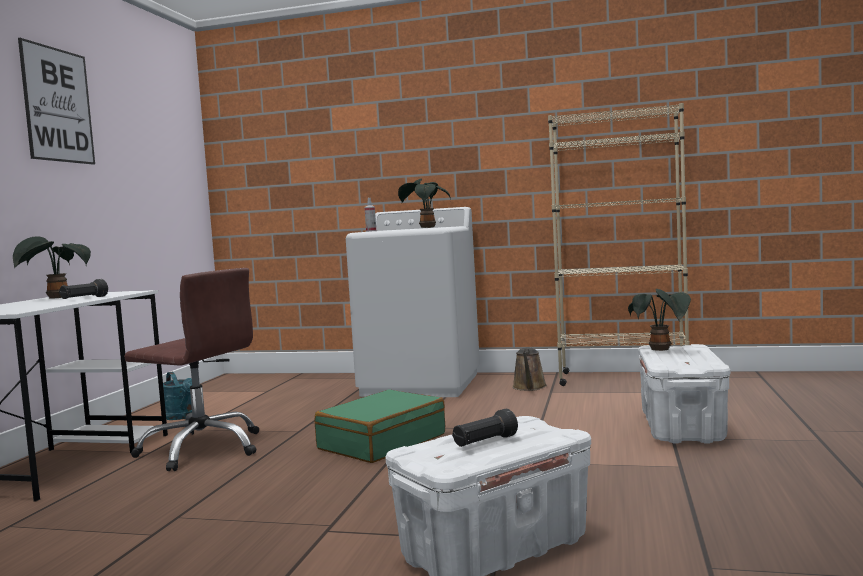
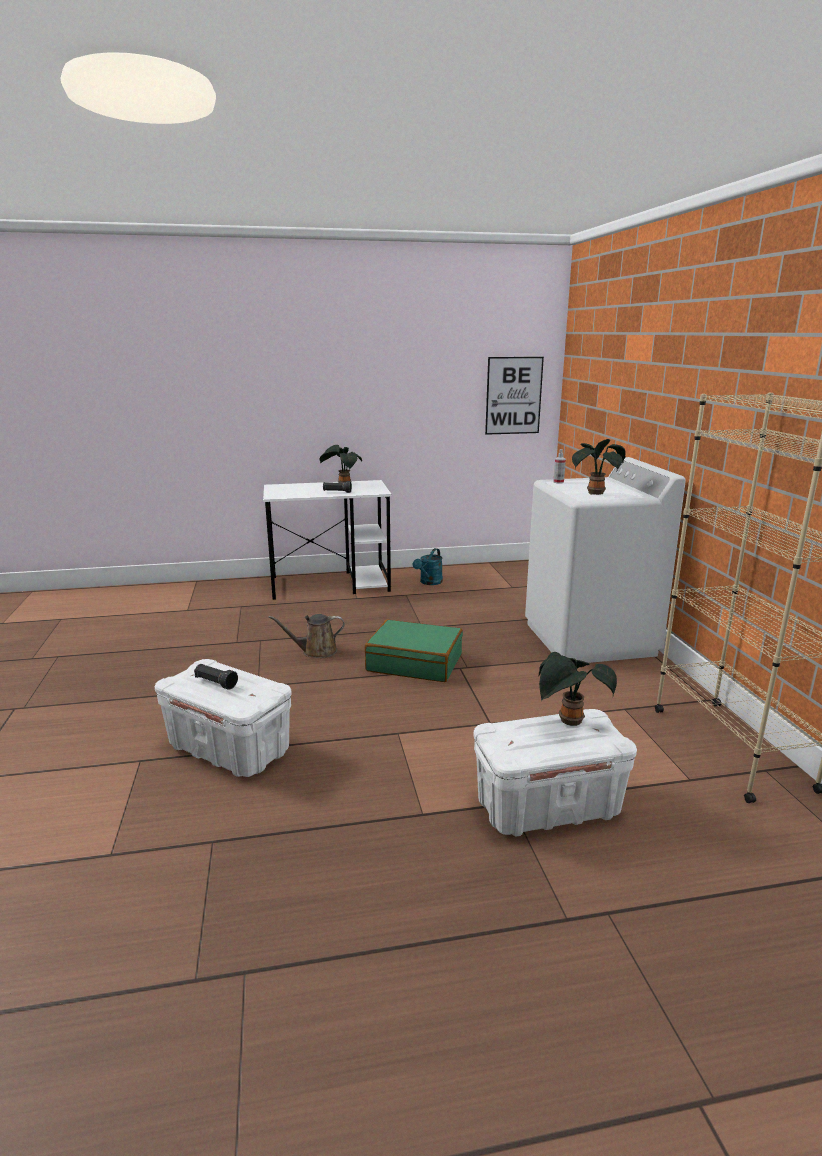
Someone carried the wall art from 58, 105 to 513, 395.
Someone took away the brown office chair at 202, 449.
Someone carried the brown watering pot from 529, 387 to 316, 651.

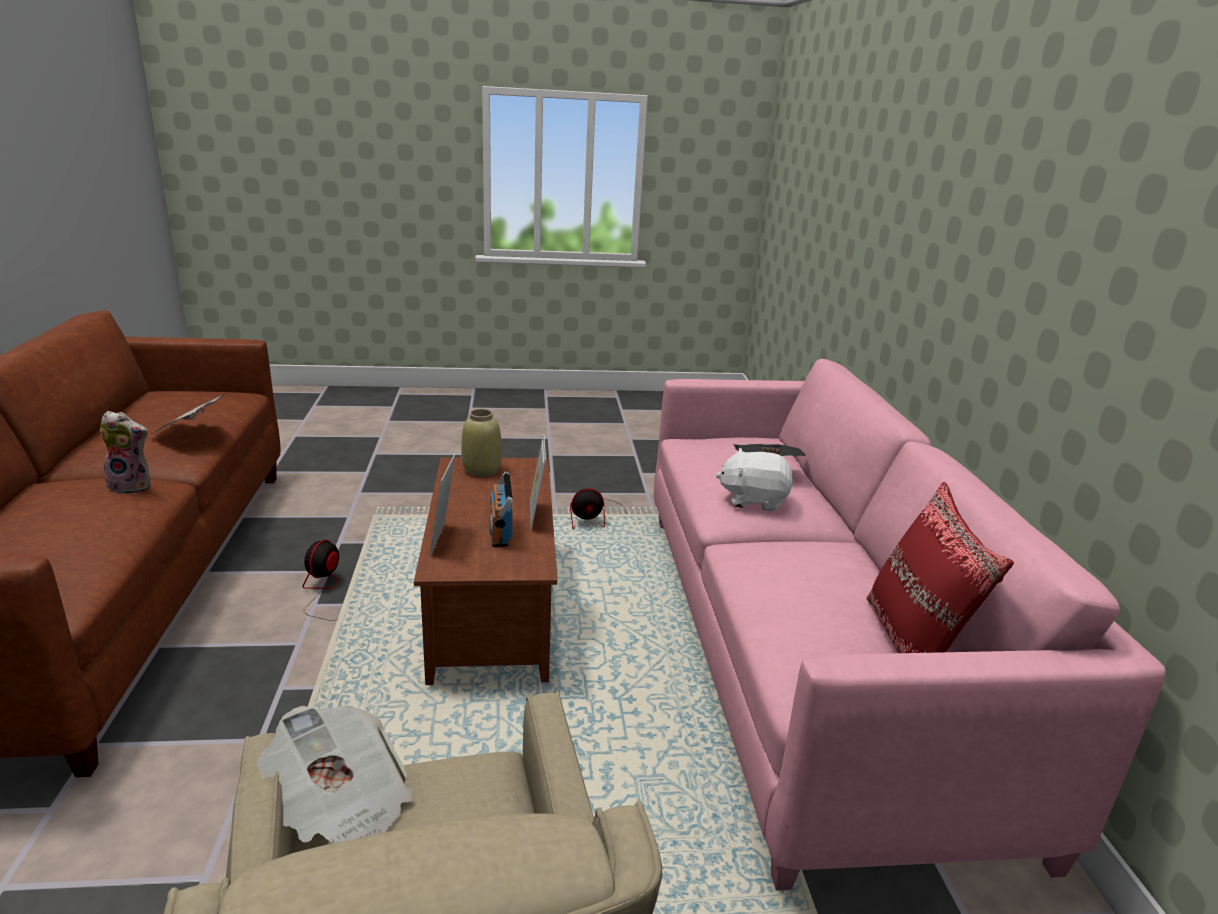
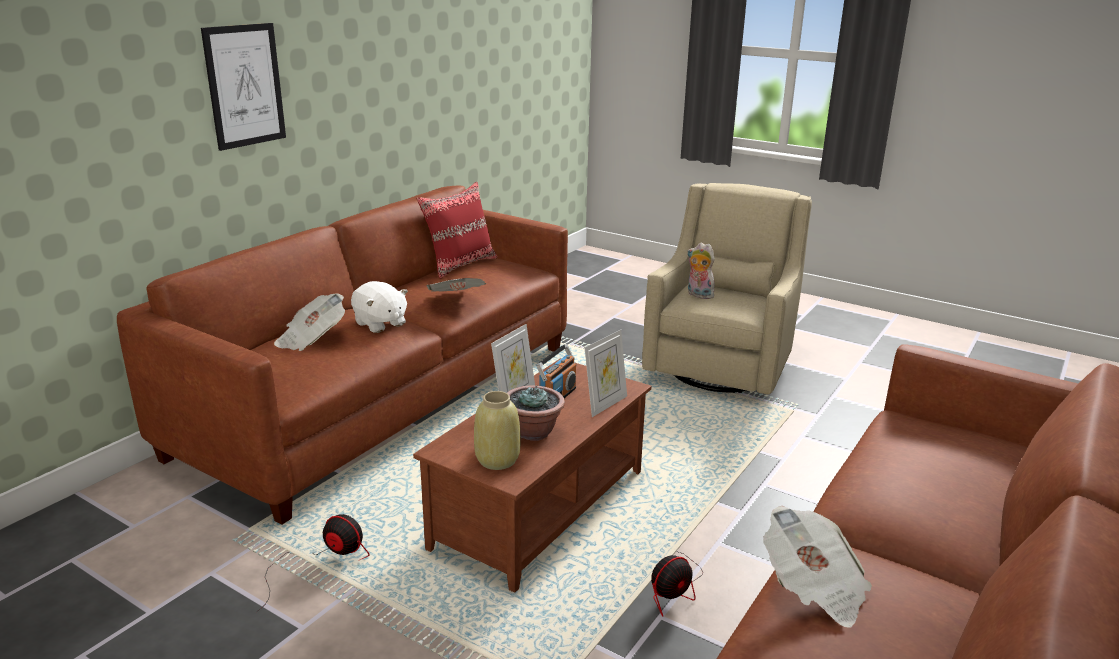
Someone carried the plush toy from 133, 486 to 698, 295.
Someone carried the printed paper from 341, 808 to 456, 301.
Someone repainted the pink-coloured sofa at 805, 651, which became the brown sofa at 384, 398.
Someone put up the wall art at 245, 86.
Someone put down the plant in a pot at 533, 432.

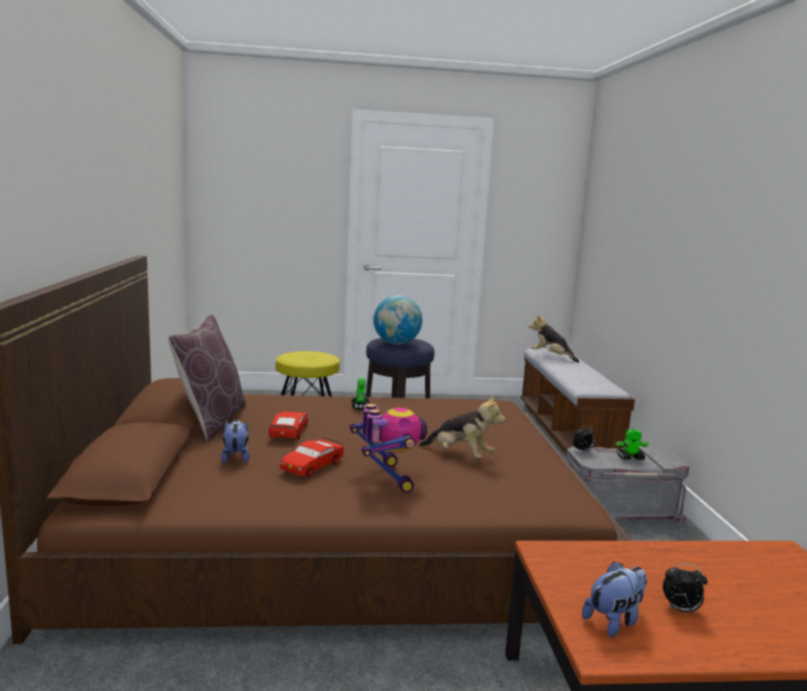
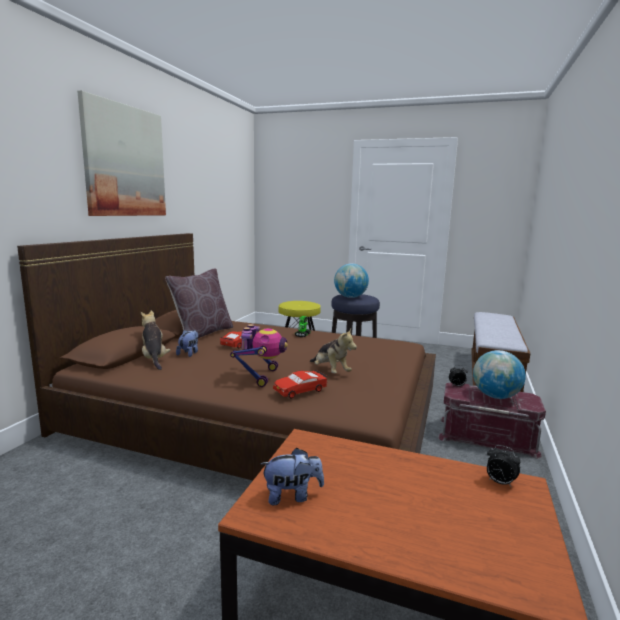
Someone carried the reddish miniature car from 312, 465 to 300, 390.
Someone carried the plush toy from 551, 357 to 154, 359.
Someone repainted the gray storage container at 619, 506, which became the reddish storage container at 487, 436.
Someone swapped the robot figure at 630, 457 for the globe at 495, 396.
Someone carried the table clock from 680, 610 to 499, 482.
Someone put up the wall art at 125, 161.

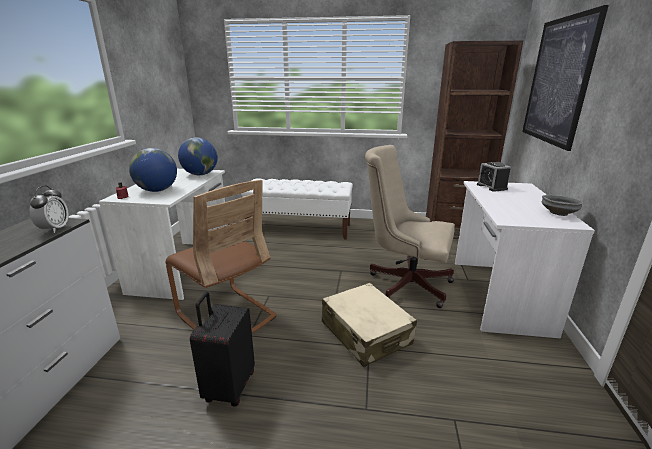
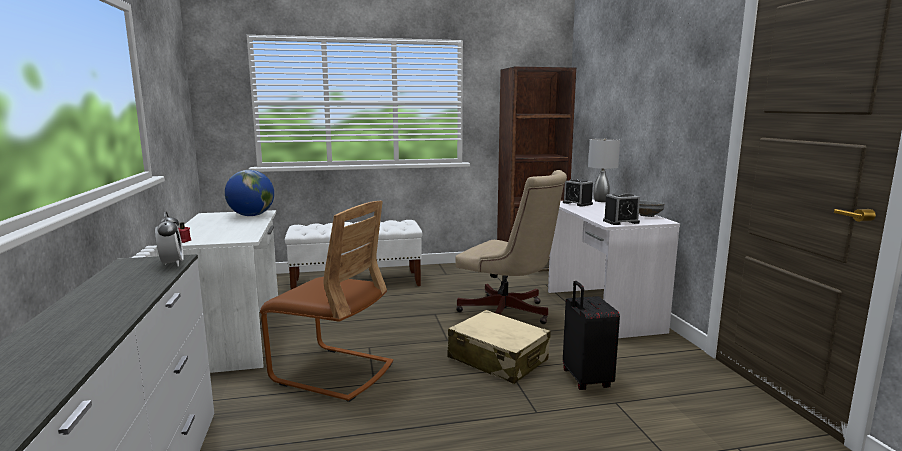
Someone took away the globe at 157, 190.
Someone carried the black-coloured piece of luggage from 228, 387 to 585, 380.
Someone rotated the beige-coloured office chair at 404, 283 by 150 degrees counterclockwise.
Someone took away the wall art at 558, 81.
Someone put down the gray tabletop lamp at 601, 201.
Someone put down the table clock at 621, 222.

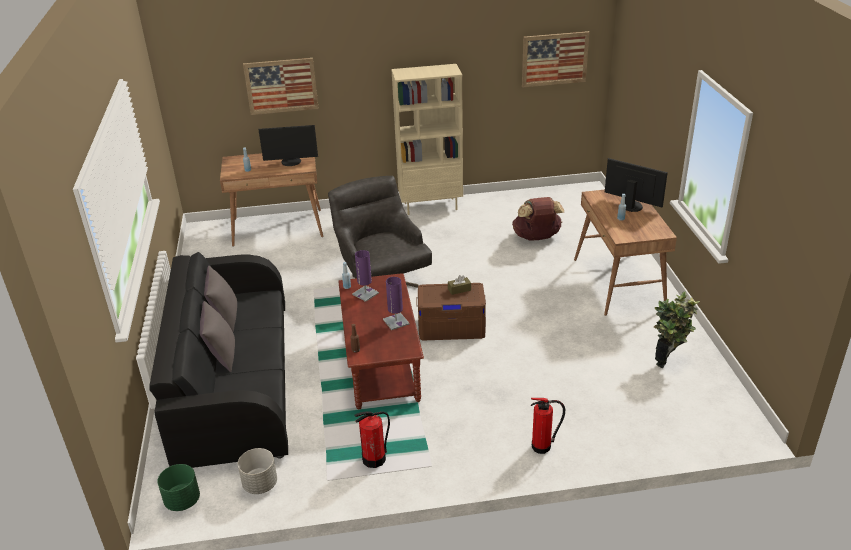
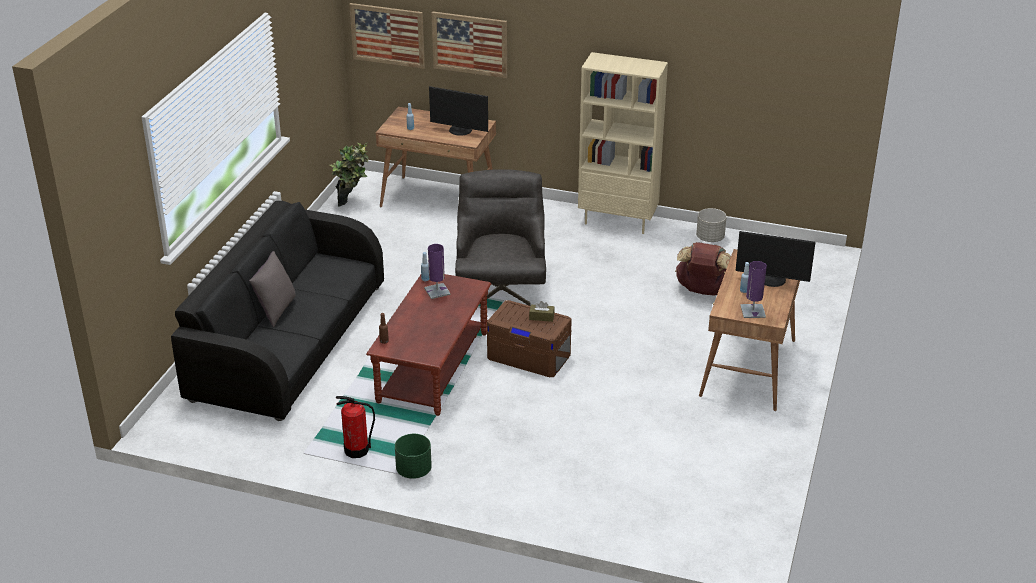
Someone carried the green planter from 182, 500 to 413, 470.
Someone took away the gray pillow at 224, 318.
Someone carried the gray planter from 260, 484 to 709, 238.
Someone carried the purple-coloured tabletop lamp from 396, 322 to 752, 311.
Someone carried the wall art from 554, 59 to 387, 35.
Someone took away the fire extinguisher at 543, 446.
Someone rotated the computer display at 631, 206 by 135 degrees clockwise.
Someone carried the plant in a pot from 668, 359 to 353, 203.

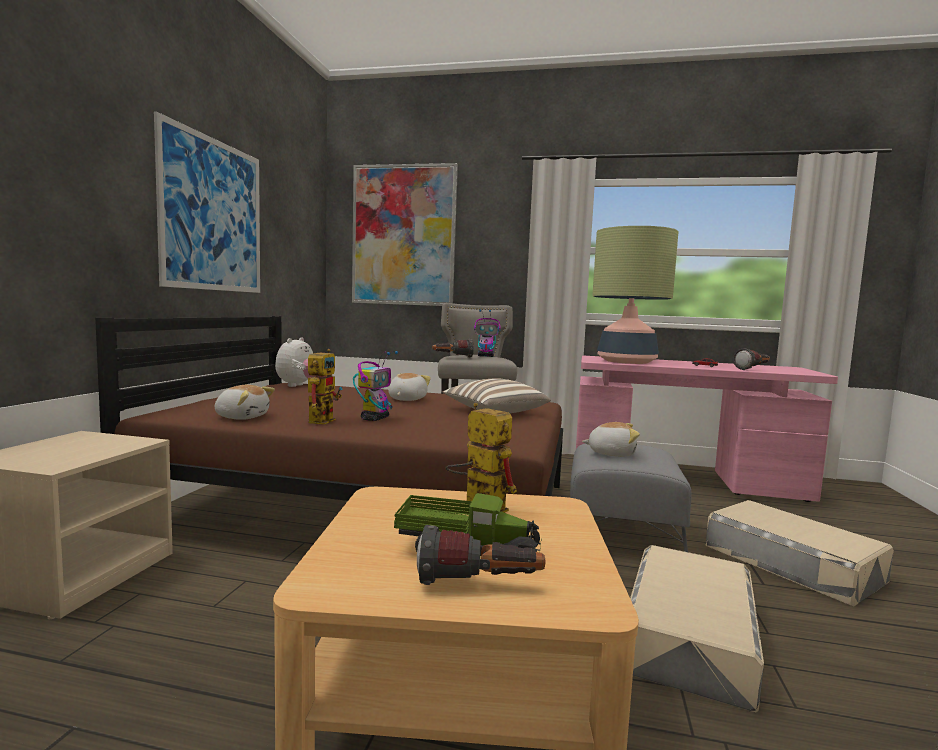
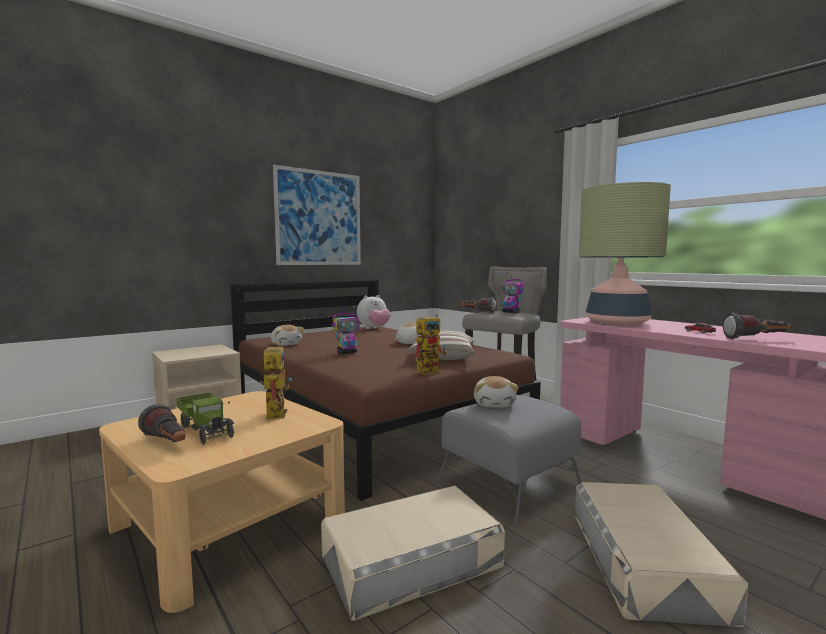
Someone carried the robot figure from 322, 420 to 430, 371.
Someone took away the wall art at 403, 235.
Someone rotated the plush toy at 611, 453 by 45 degrees clockwise.

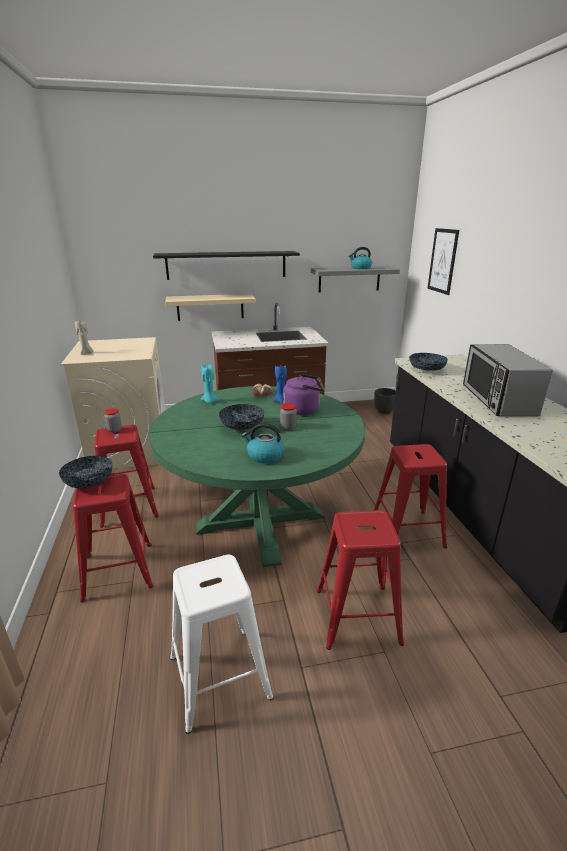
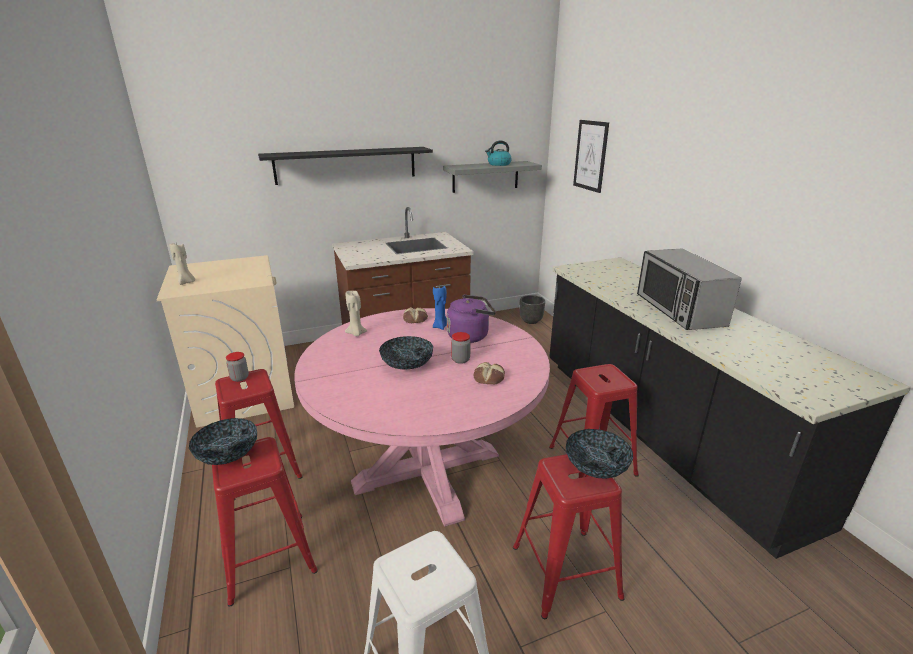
Someone repainted the green dinner table at 260, 521, which became the pink-coloured dinner table at 427, 469.
Someone took away the beige-coloured bracket shelf at 210, 307.
Someone repainted the turquoise-coloured wax candle at 209, 401, which became the beige-coloured wax candle at 356, 334.
Someone took away the water kettle at 264, 456.
Someone carried the serving bowl from 426, 370 to 596, 467.
Someone put down the bread at 489, 377.

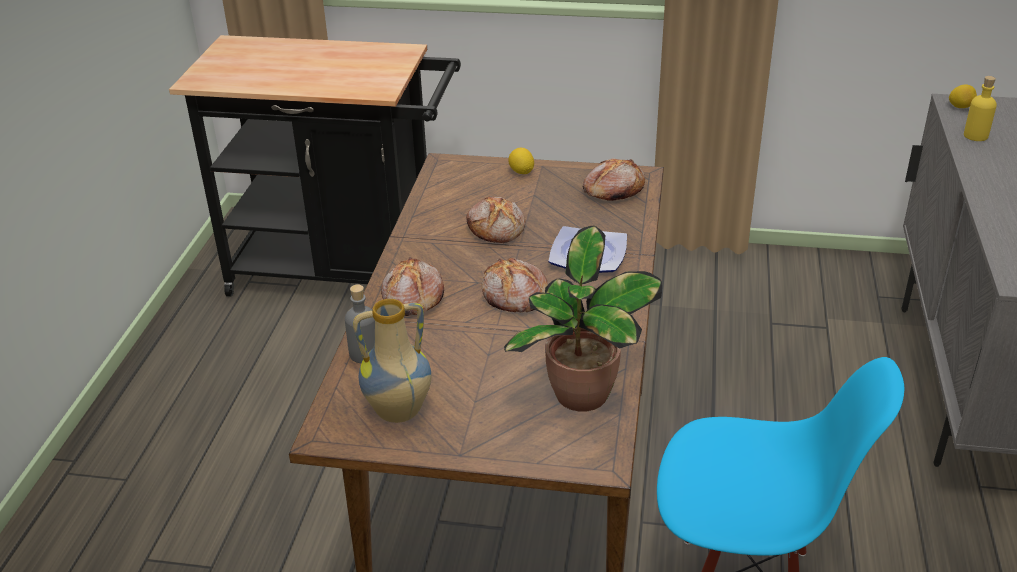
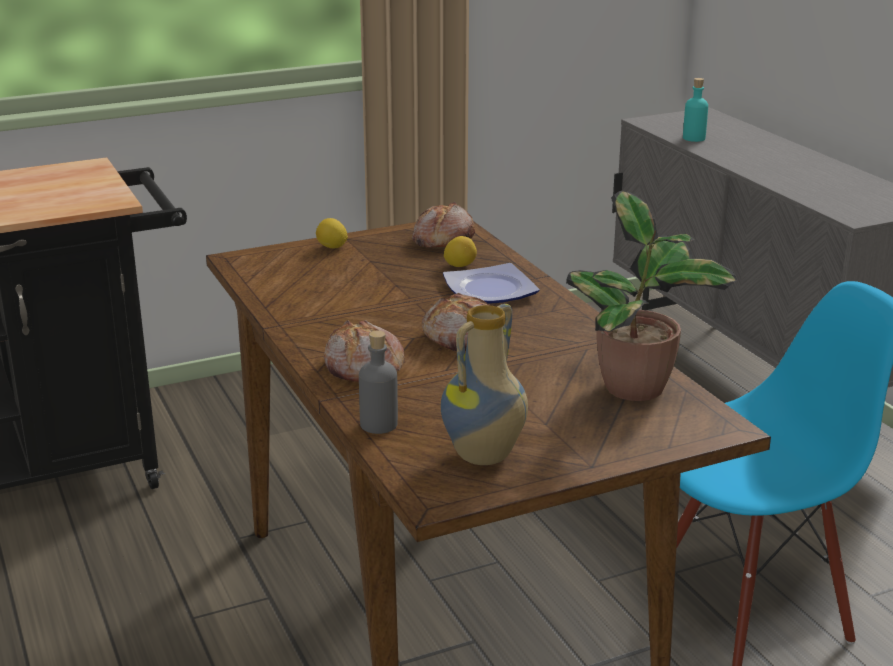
Someone took away the bread at 497, 228.
Someone carried the citrus fruit from 960, 107 to 460, 265.
Someone repainted the yellow-coloured bottle at 975, 136, which became the turquoise-coloured bottle at 694, 138.

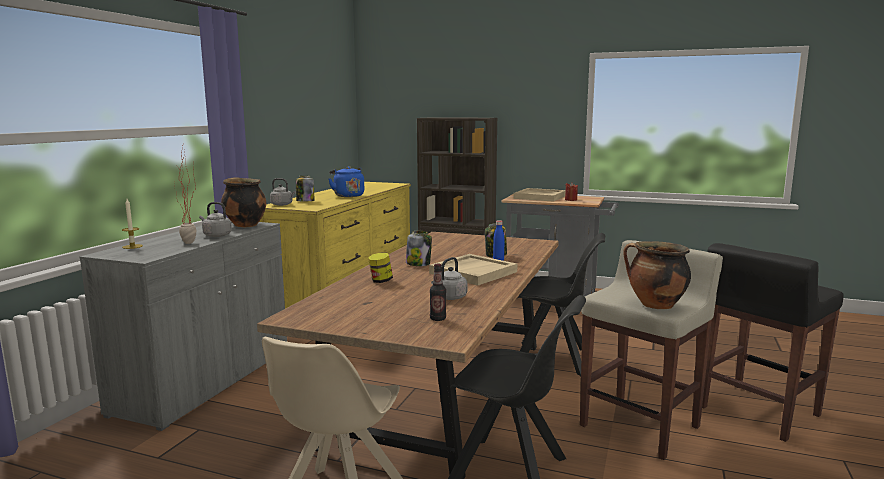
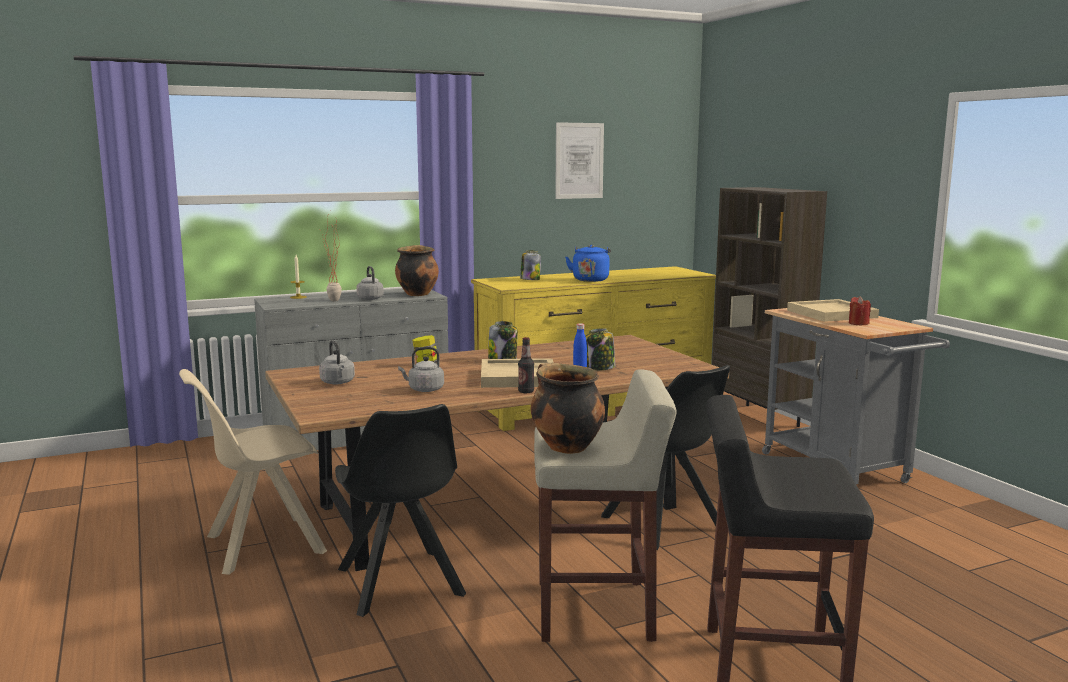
Someone carried the gray water kettle from 283, 204 to 338, 383.
Someone carried the bottle from 438, 319 to 526, 391.
Someone put up the wall art at 579, 160.

